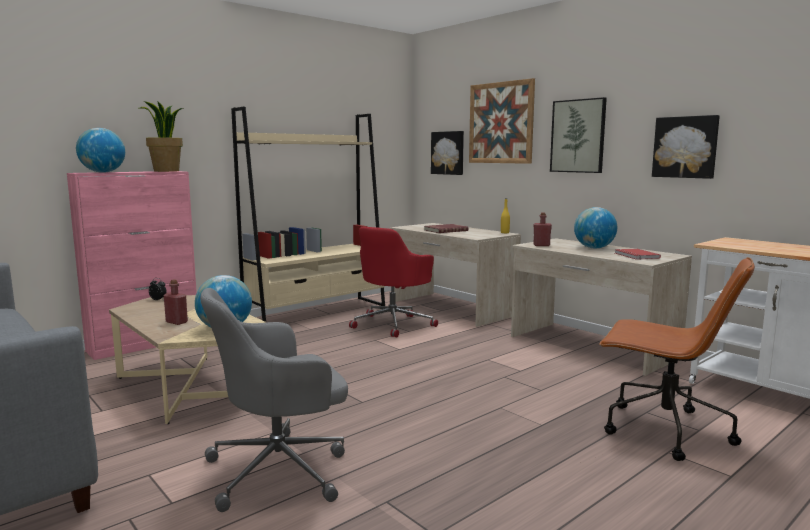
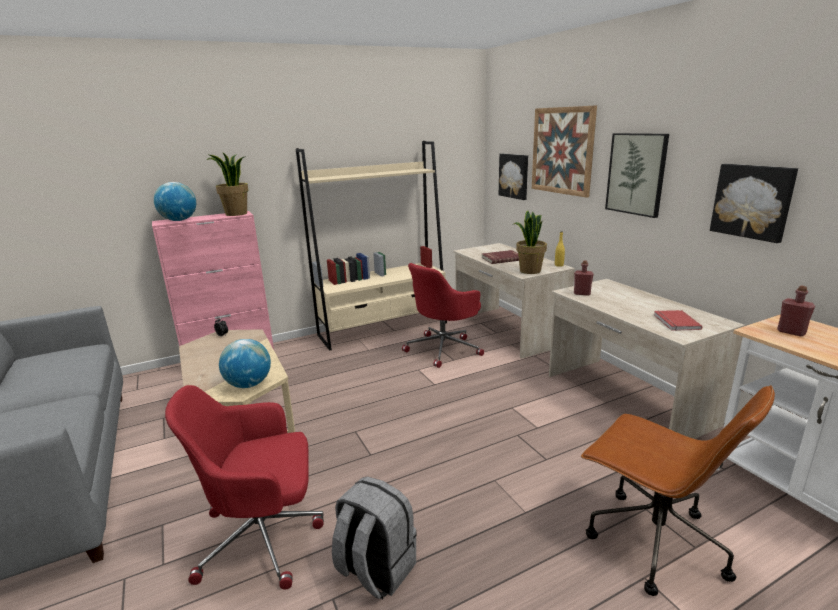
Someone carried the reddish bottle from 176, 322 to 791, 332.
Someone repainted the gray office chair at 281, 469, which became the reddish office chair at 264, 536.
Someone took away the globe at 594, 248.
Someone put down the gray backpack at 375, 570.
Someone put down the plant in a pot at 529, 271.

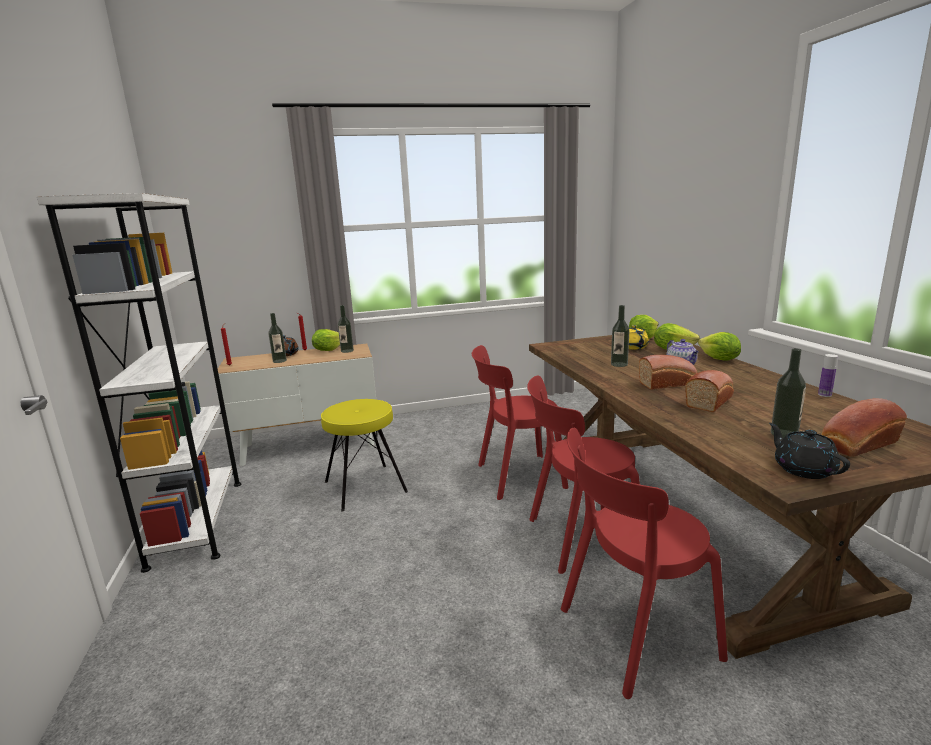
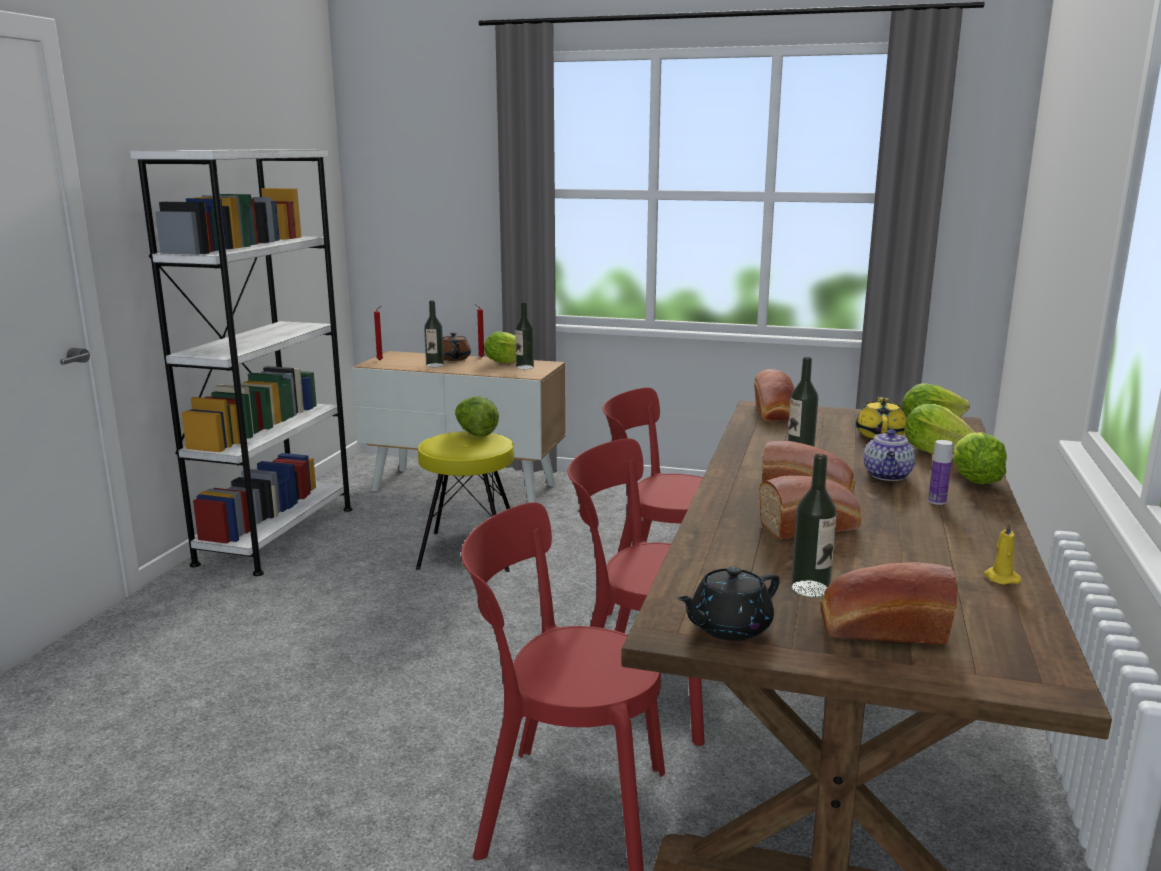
Someone rotated the black-coloured pot for tea at 803, 469 by 135 degrees counterclockwise.
Someone carried the bottle from 824, 395 to 937, 501.
Someone put down the lettuce head at 475, 433.
Someone put down the bread at 774, 413.
Someone put down the yellow-coloured wax candle at 1000, 578.

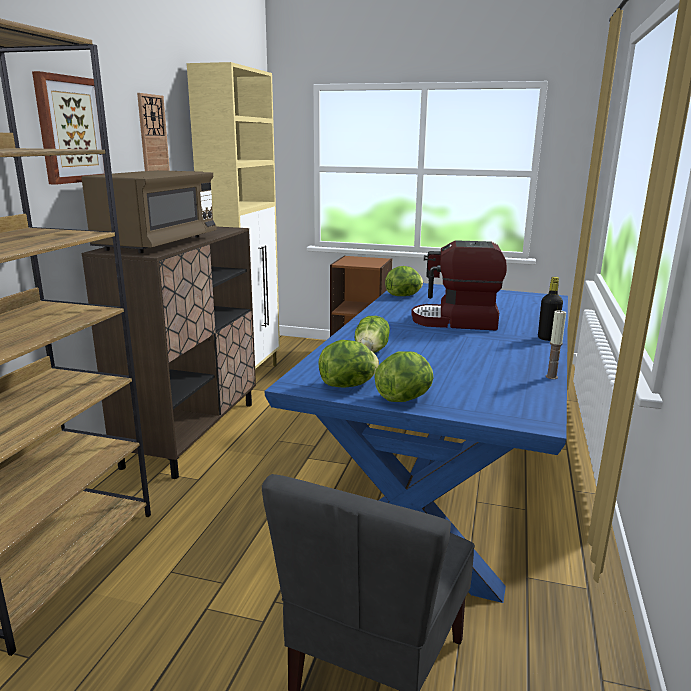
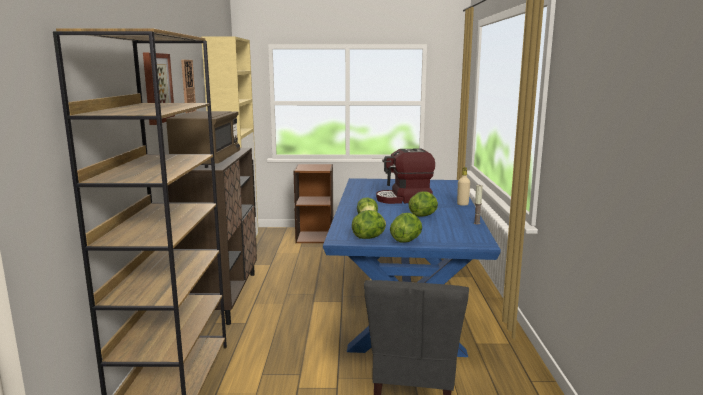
Someone carried the lettuce head from 404, 296 to 423, 215.
Someone repainted the black-coloured bottle at 547, 338, which became the beige-coloured bottle at 462, 204.

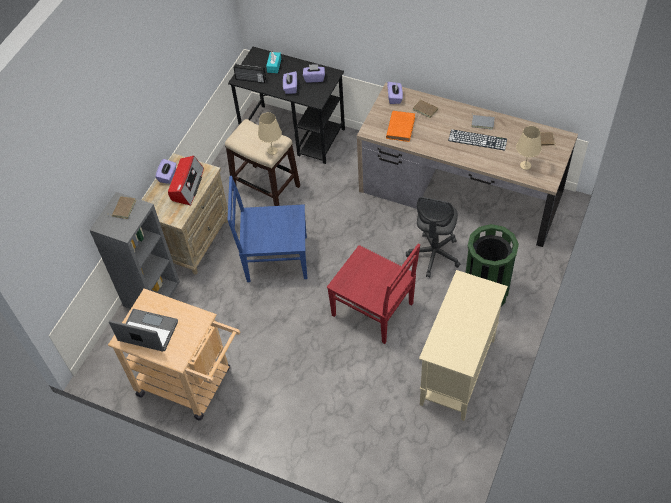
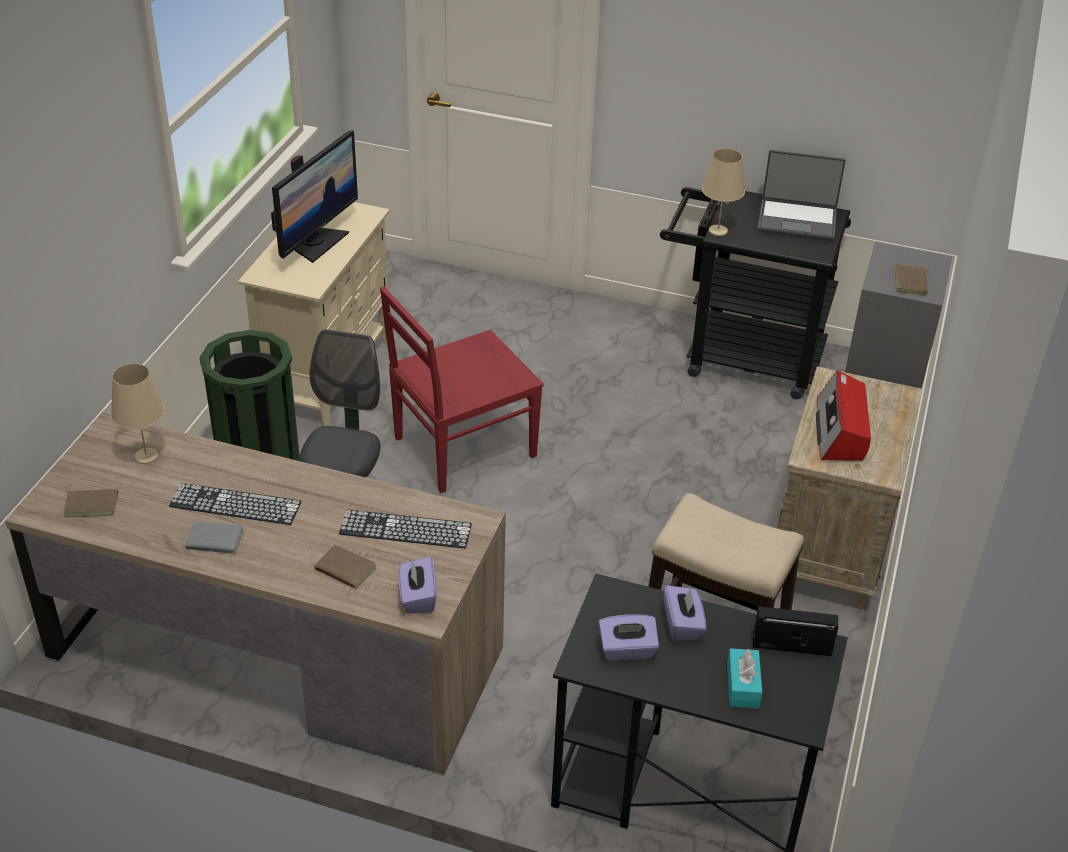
Someone repainted the beige-coloured trolley at 191, 384, which became the black-coloured trolley at 740, 357.
Someone took away the purple-coloured tissue holder at 168, 176.
Someone took away the blue chair at 275, 258.
Someone carried the beige-coloured tabletop lamp from 272, 151 to 718, 230.
Someone rotated the reddish chair at 374, 310 by 60 degrees counterclockwise.
Someone swapped the orange book at 400, 127 for the computer keyboard at 405, 529.
Someone put down the computer display at 317, 243.

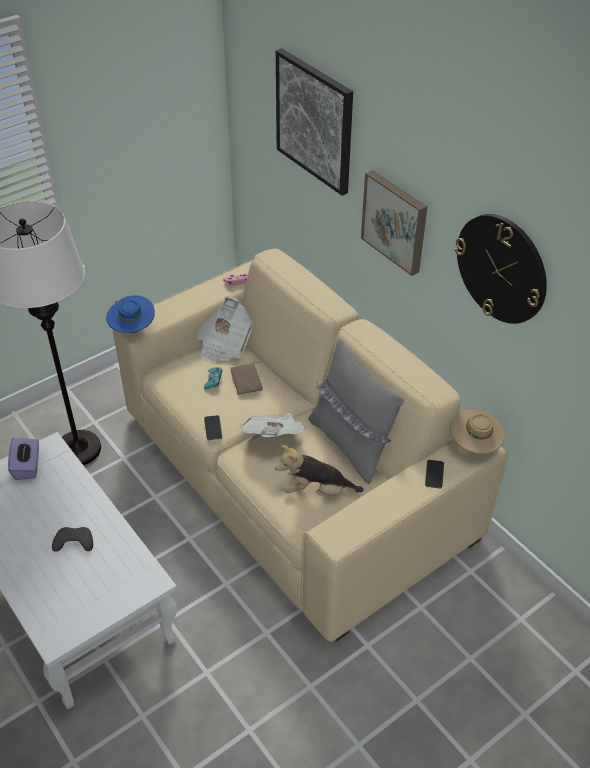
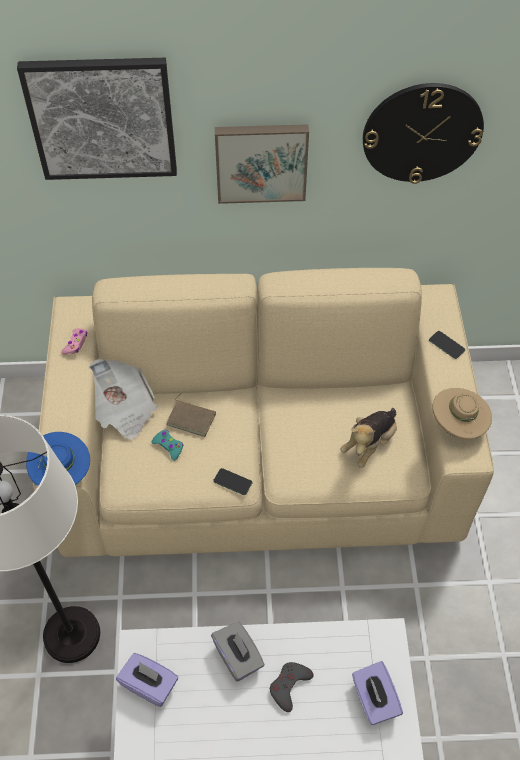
Someone took away the printed paper at 274, 436.
Someone took away the gray pillow at 351, 444.
Someone carried the beige-coloured wearable hat from 474, 445 to 458, 425.
Someone put down the gray tissue holder at 238, 657.
Someone put down the purple-coloured tissue holder at 374, 699.

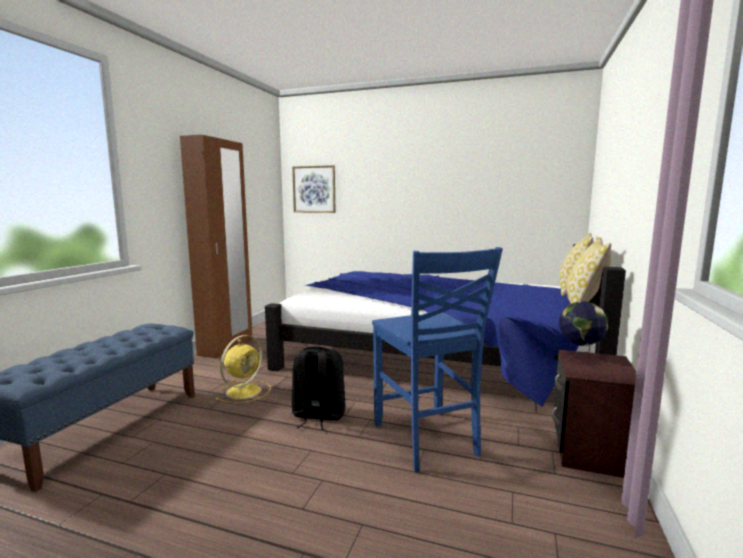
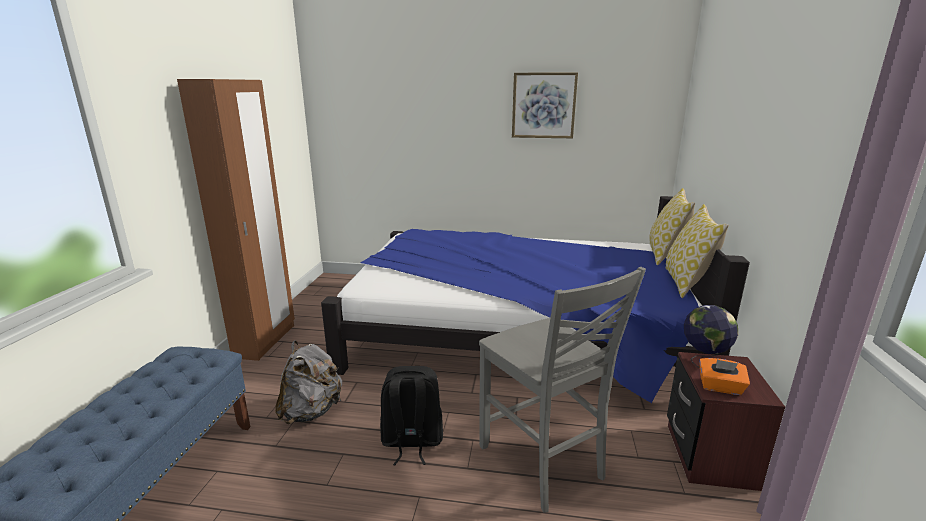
Someone swapped the yellow-coloured cooling fan at 245, 391 for the gray backpack at 311, 411.
Someone carried the wall art from 314, 189 to 543, 105.
Someone repainted the blue chair at 426, 440, which became the gray chair at 542, 463.
Someone put down the orange tissue holder at 720, 387.

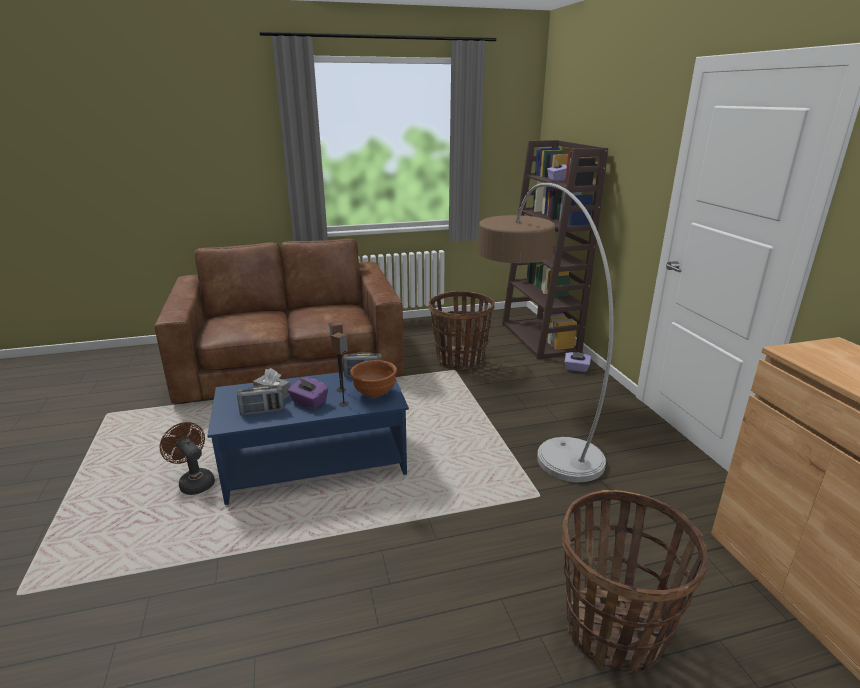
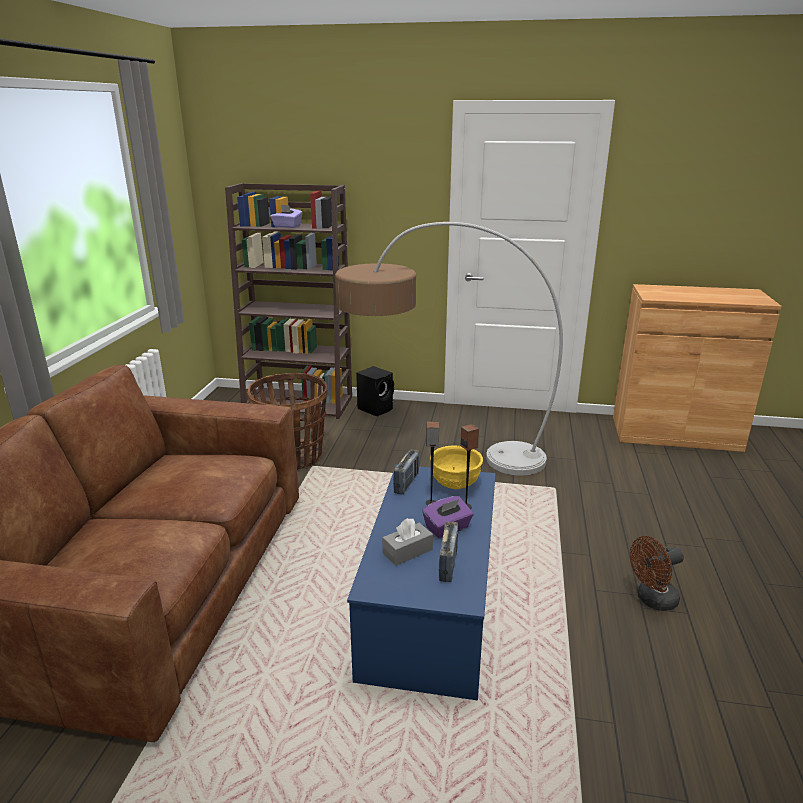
Someone carried the brown cooling fan from 194, 482 to 652, 600.
Someone repainted the brown serving bowl at 374, 393, which became the yellow-coloured serving bowl at 454, 485.
Someone took away the household basket at 614, 630.
Someone swapped the purple-coloured tissue holder at 576, 369 for the black-coloured speaker at 376, 408.

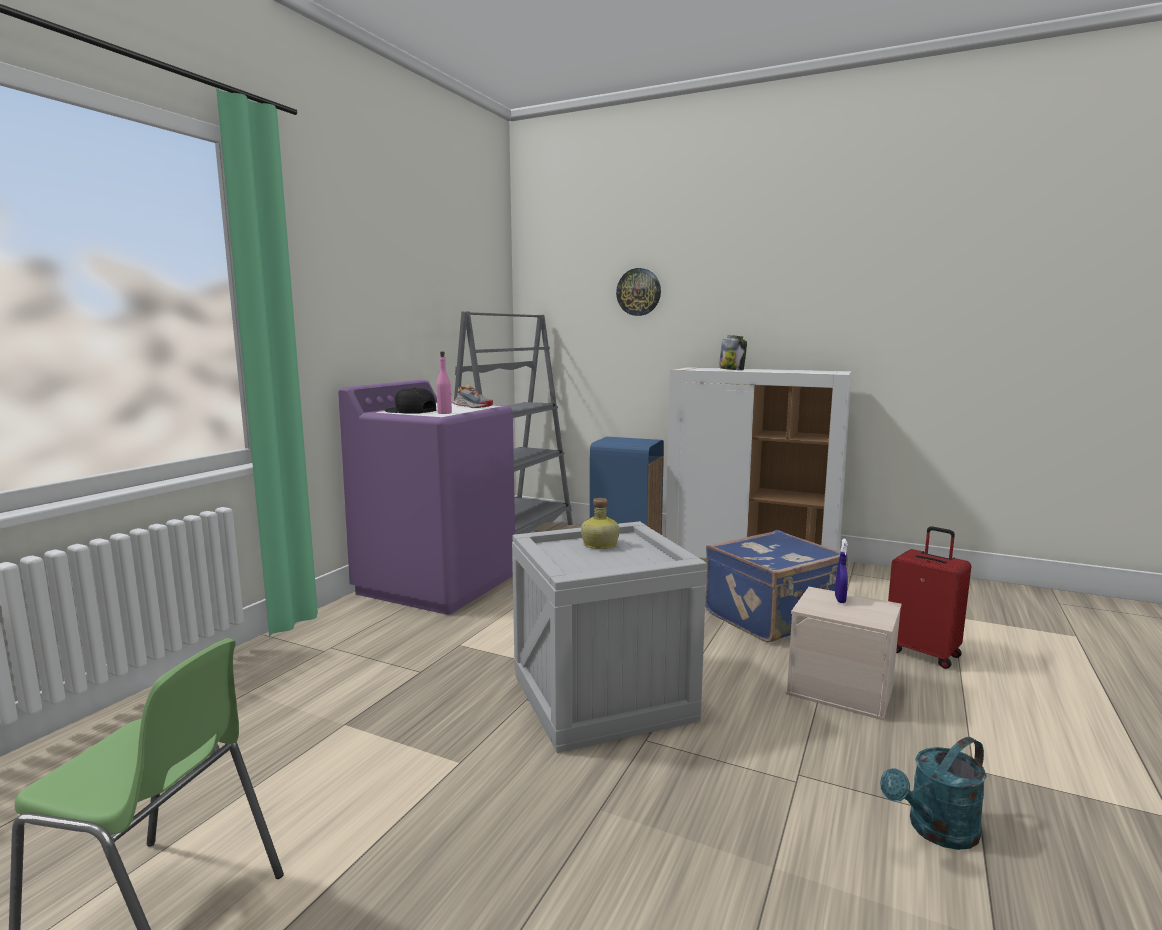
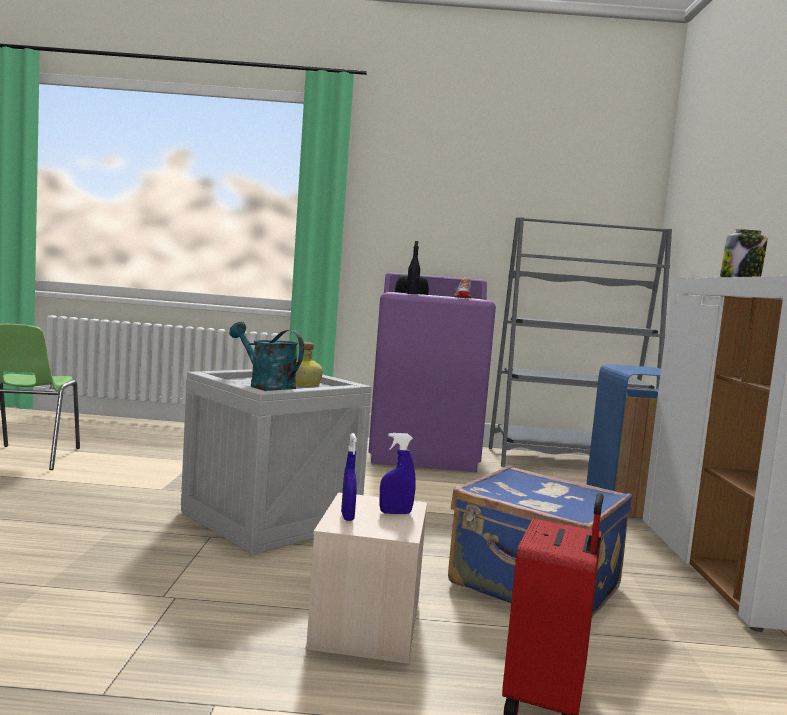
Someone repainted the pink-coloured bottle at 445, 413, which became the black-coloured bottle at 412, 294.
Someone took away the hanging clock at 638, 292.
Someone carried the turquoise-coloured watering pot from 935, 831 to 266, 388.
Someone put down the blue sprayer at 347, 516.

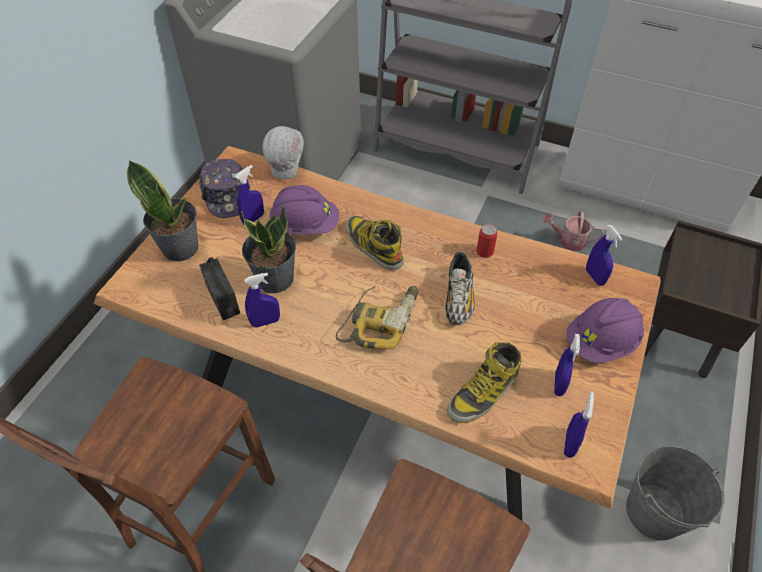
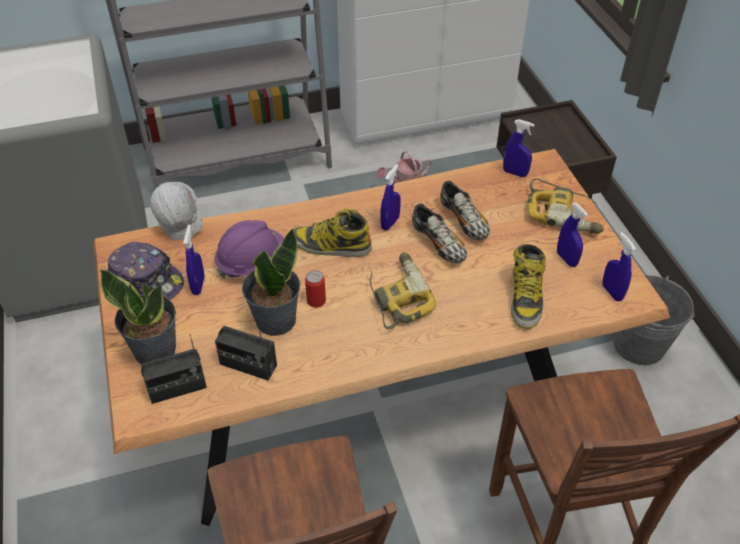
Someone carried the blue sprayer from 265, 322 to 390, 223.
Someone carried the can from 484, 251 to 316, 301.
Someone swapped the purple-coloured safety helmet at 601, 342 for the drill at 563, 214.
Someone put down the radio set at 177, 388.
Someone put down the shoe at 464, 221.

